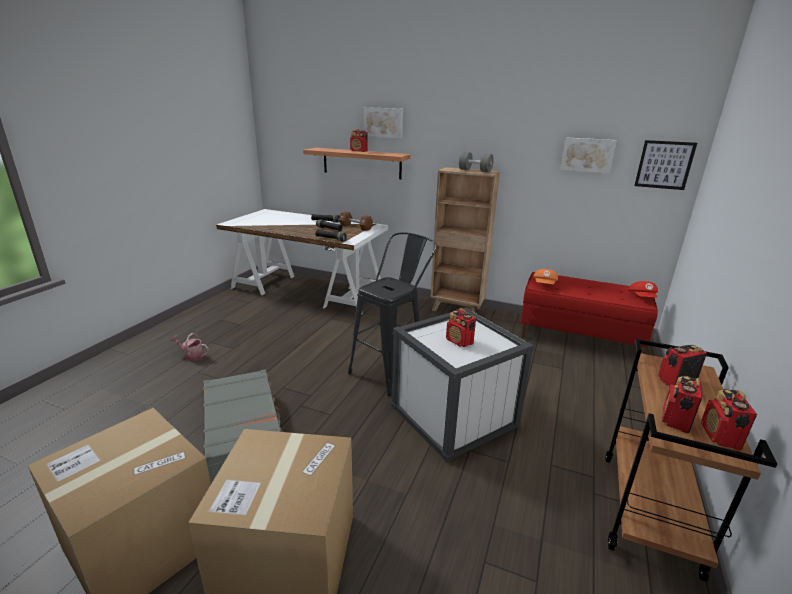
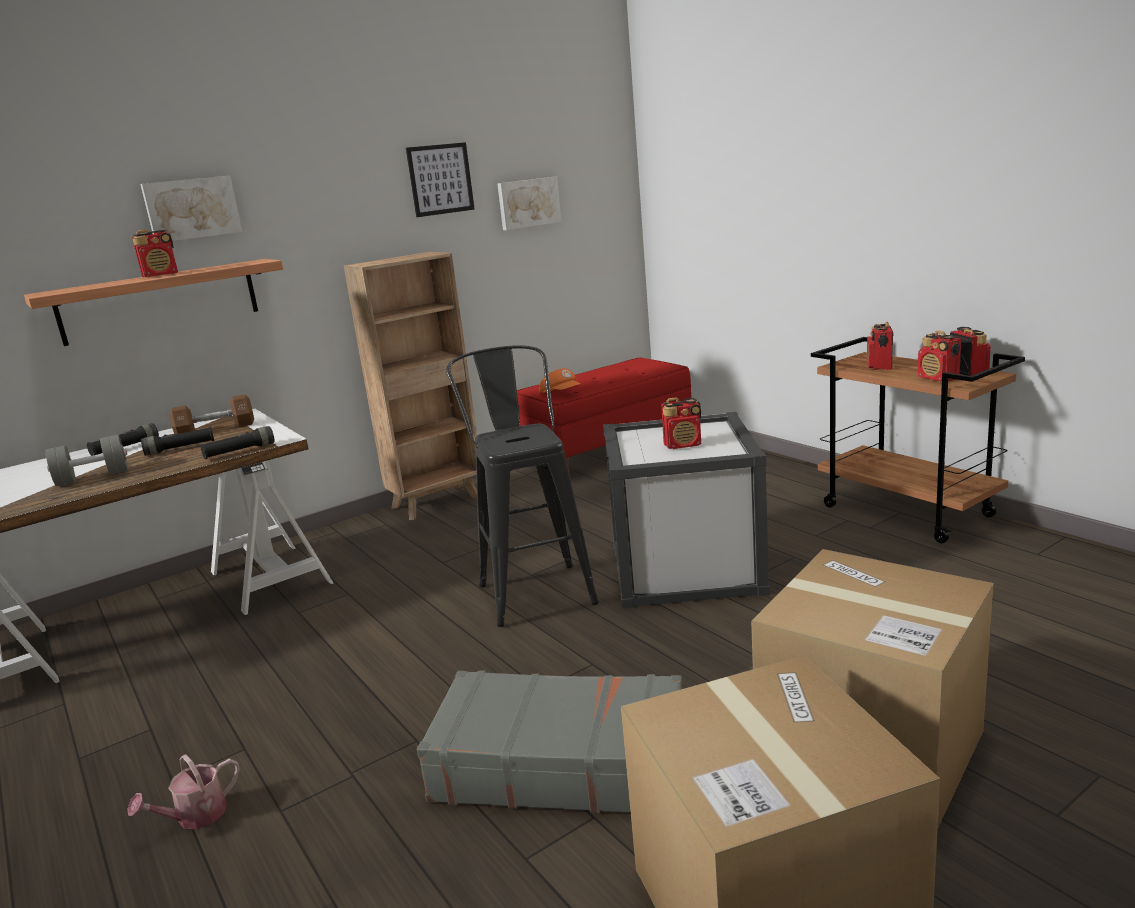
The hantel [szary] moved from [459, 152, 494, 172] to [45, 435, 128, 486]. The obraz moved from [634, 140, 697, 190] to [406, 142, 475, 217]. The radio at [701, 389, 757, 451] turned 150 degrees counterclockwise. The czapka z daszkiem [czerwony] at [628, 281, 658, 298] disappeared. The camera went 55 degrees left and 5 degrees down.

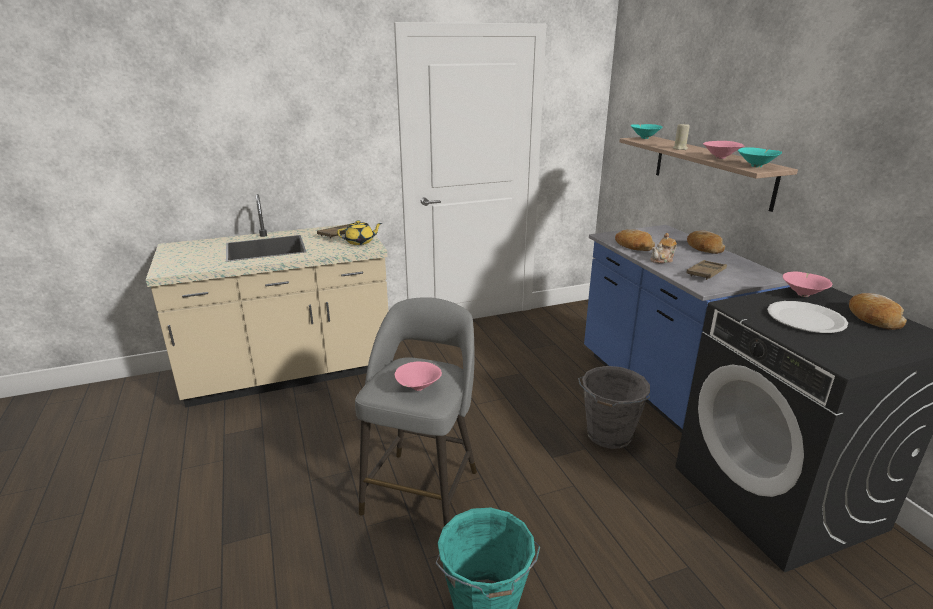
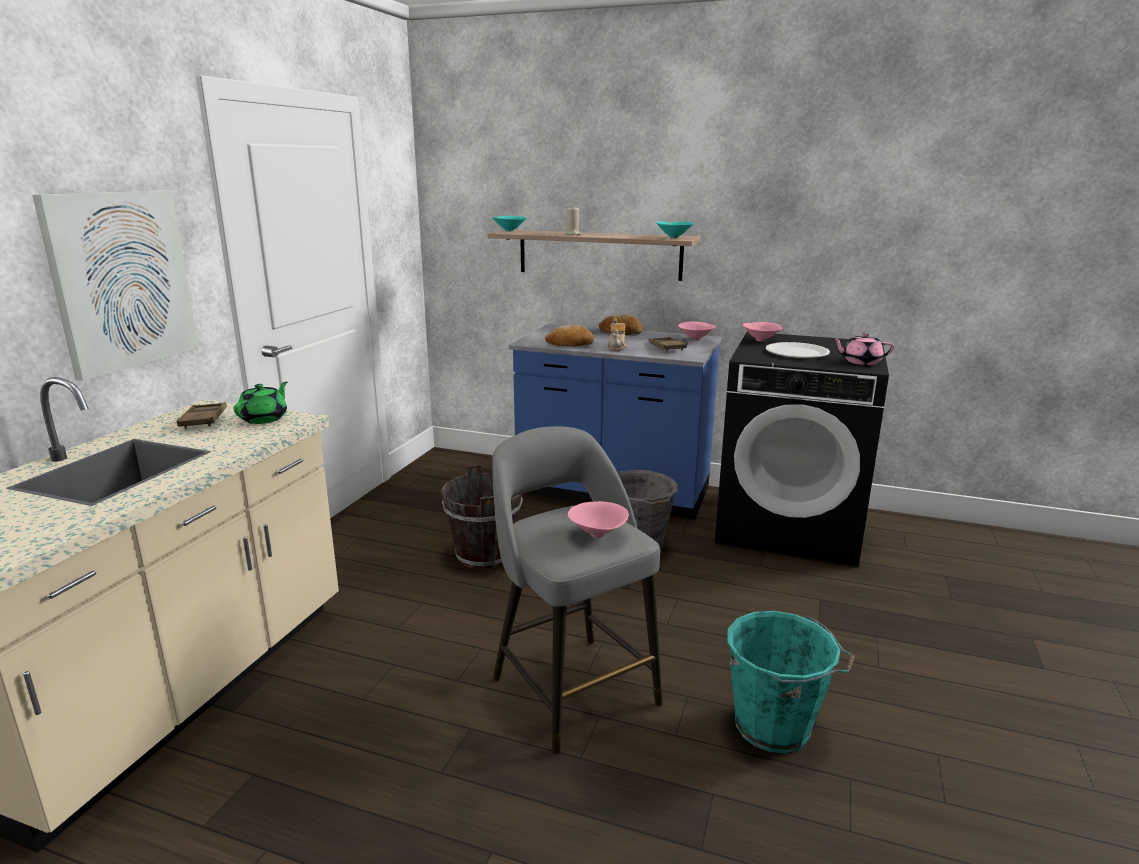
The obraz at [32, 190, 199, 381] appeared. The imbryk [żółty] at [337, 220, 382, 245] became the imbryk [zielony] at [233, 382, 287, 424]. The wiadro [brązowy] at [441, 464, 523, 569] appeared. The miska [różowy] moved from [703, 141, 745, 159] to [678, 322, 716, 341]. The imbryk [różowy] at [832, 333, 894, 365] appeared. The chleb at [849, 293, 907, 330] disappeared. The camera went 50 degrees left and 5 degrees down.

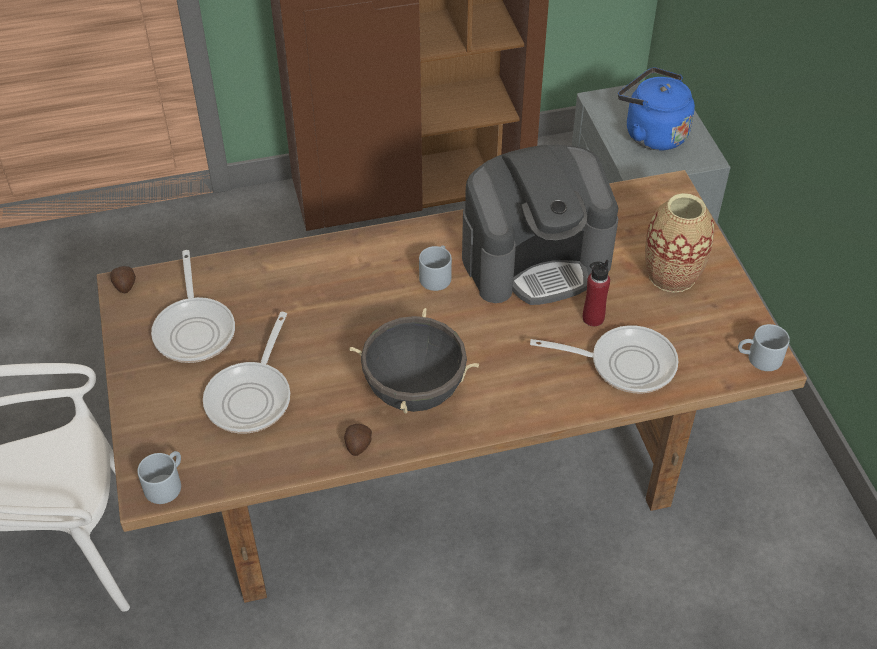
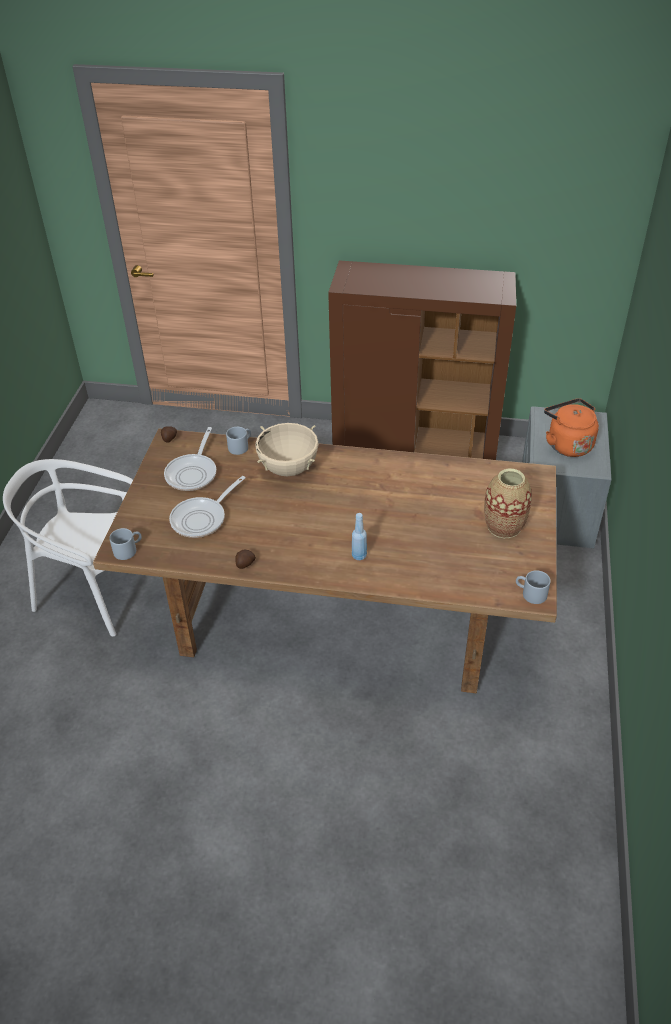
The kubek [szary] moved from [419, 245, 452, 291] to [226, 427, 251, 455]. The garnek [beżowy] at [255, 423, 319, 476] appeared. The butelka [niebieski] at [352, 513, 367, 560] appeared. The czajnik [niebieski] at [618, 67, 695, 151] became the czajnik [pomarańczowy] at [544, 398, 599, 457]. The garnek [czarny] at [349, 308, 479, 414] disappeared. The ekspres do kawy at [462, 145, 618, 305] disappeared. The patelnia at [530, 325, 679, 393] disappeared. The butelka [czerwony] at [583, 260, 610, 326] disappeared. The camera went 25 degrees right and 5 degrees down.

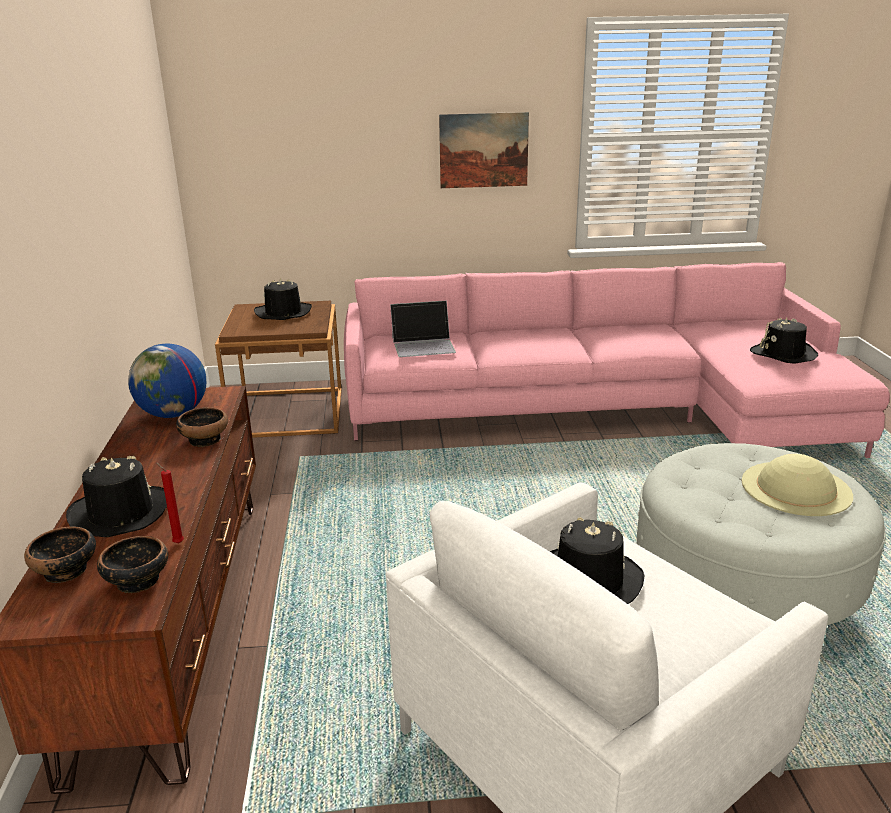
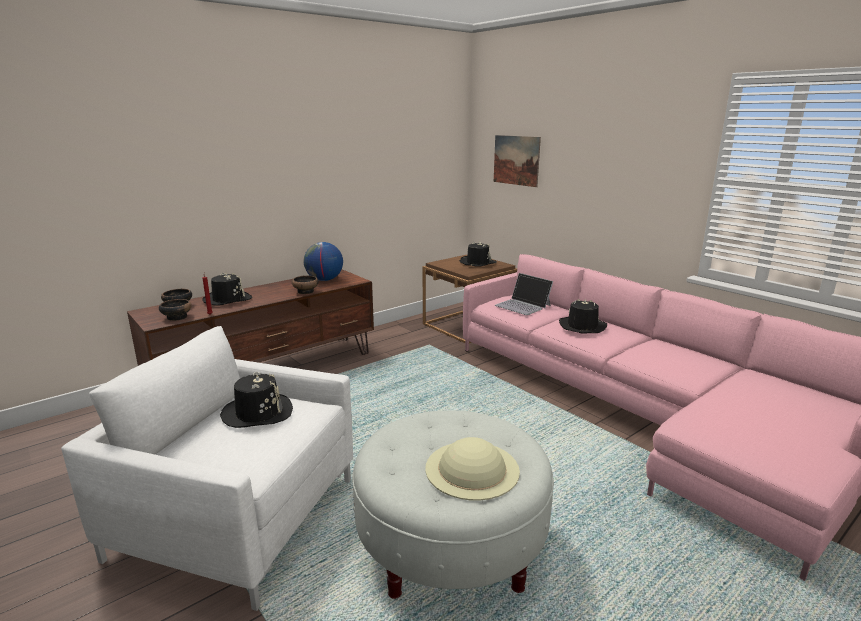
The obraz moved from [439, 112, 529, 188] to [494, 135, 541, 187]. The kapelusz [czarny] moved from [750, 318, 818, 364] to [559, 299, 607, 334]. The camera went 55 degrees right and 5 degrees down.

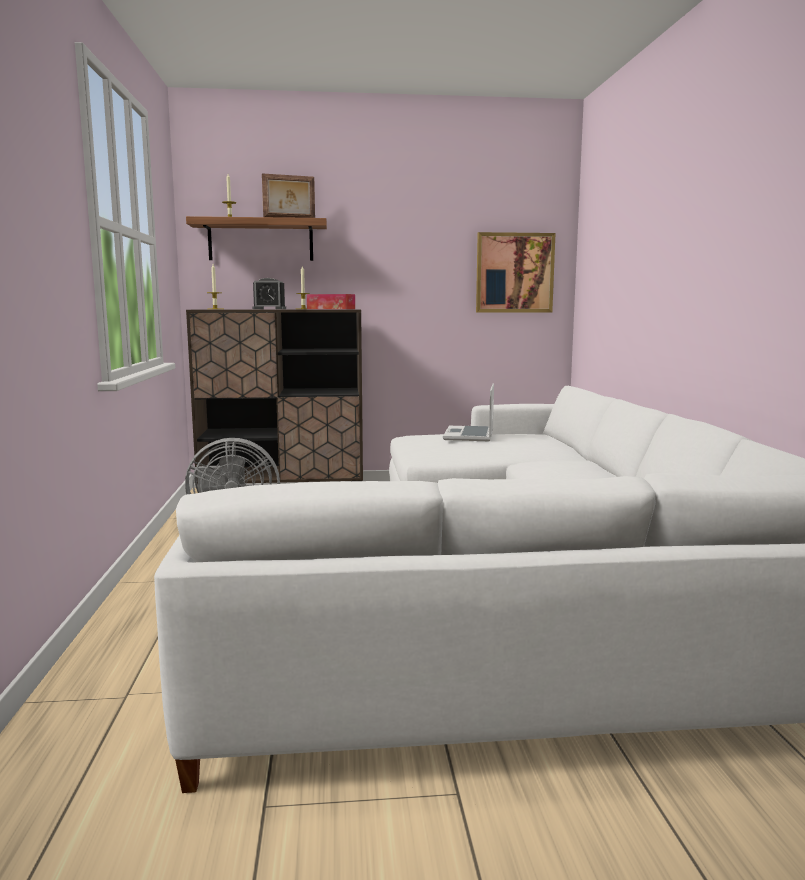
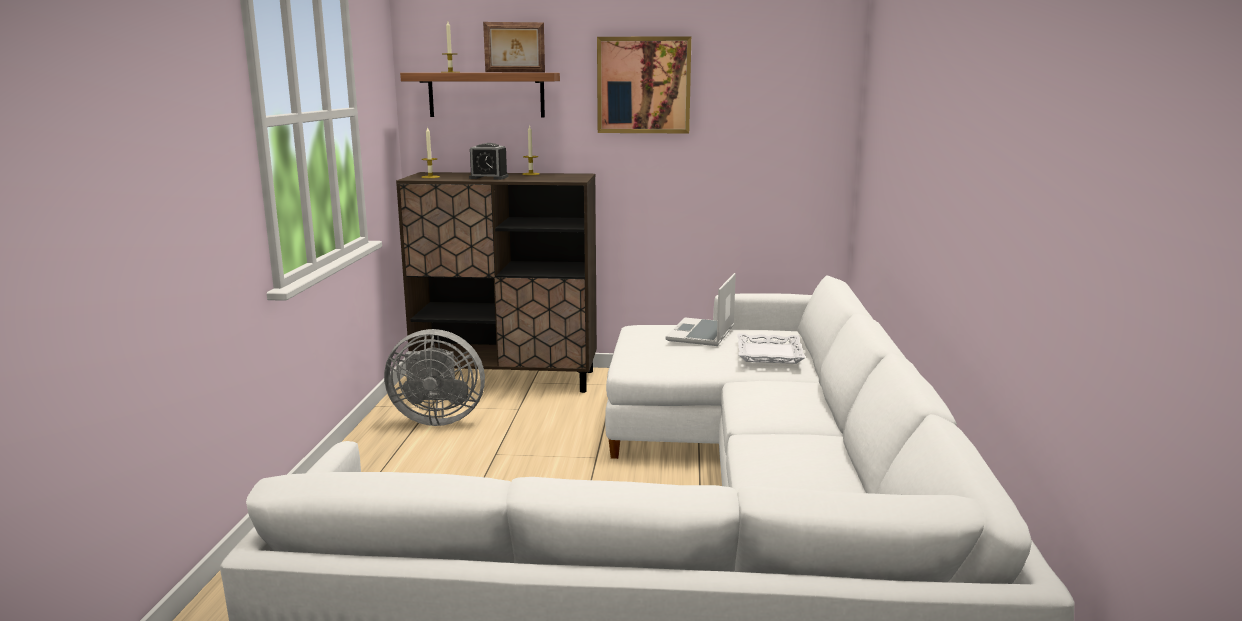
The obraz moved from [476, 232, 555, 312] to [597, 36, 691, 133]. The taca [biały] at [737, 333, 806, 364] appeared. The pudełko chusteczek at [307, 294, 355, 309] disappeared. The camera went 10 degrees right and 5 degrees up.

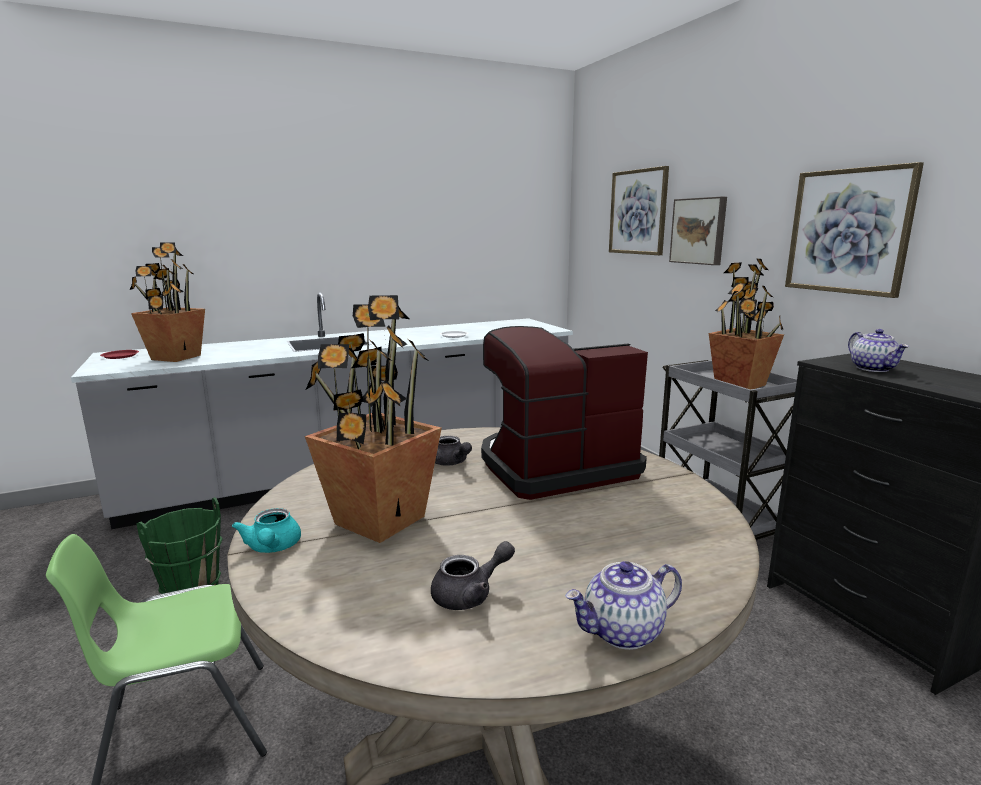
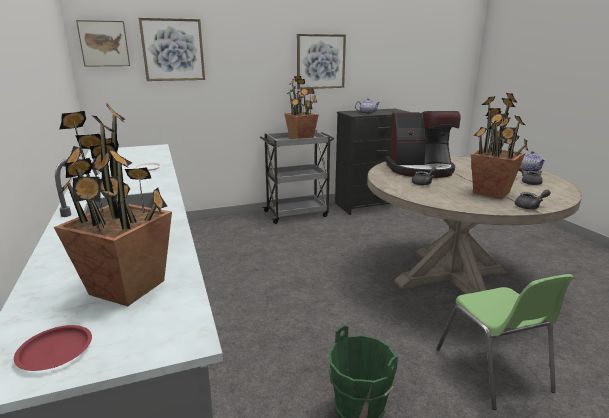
The obraz moved from [669, 197, 727, 265] to [76, 20, 130, 67]. The ekspres do kawy at [481, 326, 648, 500] turned 75 degrees counterclockwise. The imbryk [turkusowy] at [232, 508, 301, 553] became the imbryk [szary] at [515, 189, 551, 209]. The camera went 85 degrees left and 5 degrees up.

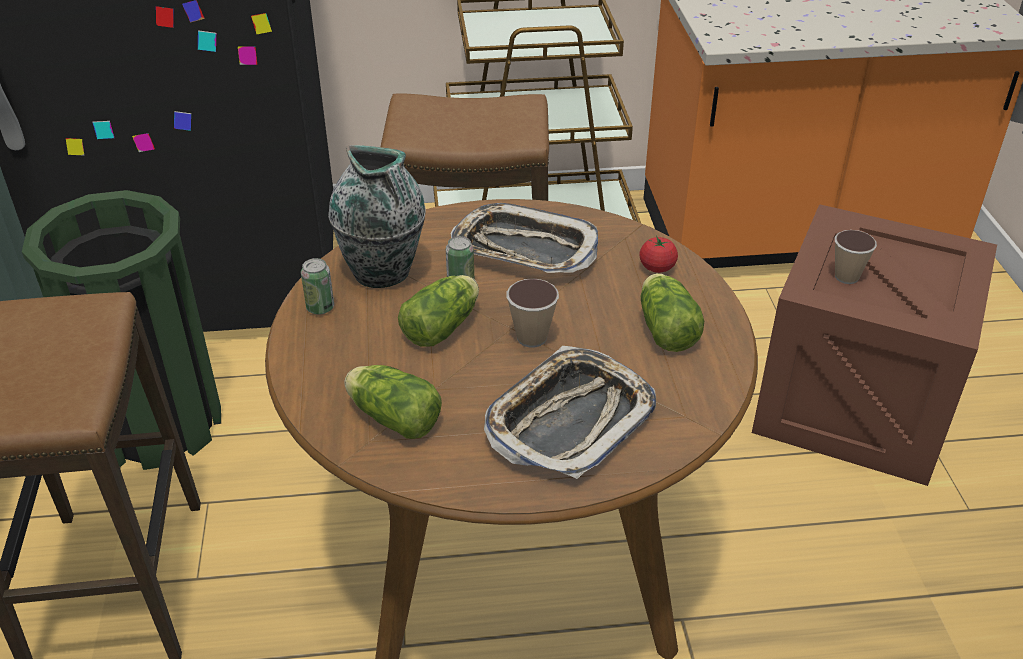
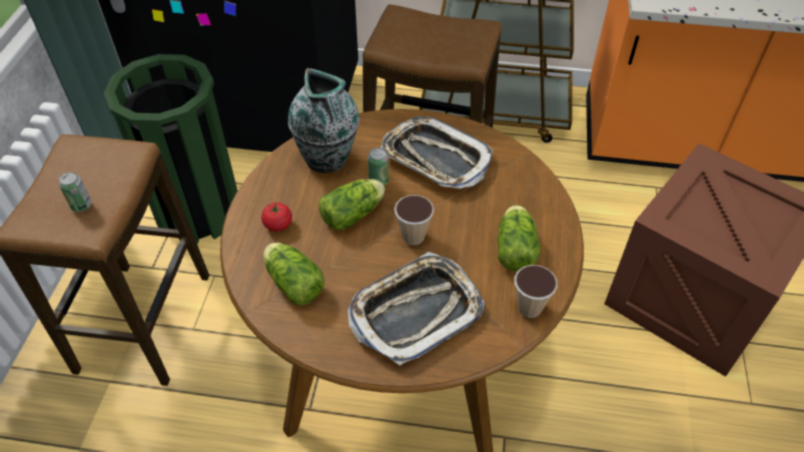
The puszka moved from [301, 258, 334, 315] to [59, 172, 92, 212]. The pomidor moved from [639, 236, 678, 273] to [261, 202, 292, 232]. The filiżanka moved from [835, 230, 877, 284] to [514, 265, 557, 318]. The camera went 15 degrees right and 10 degrees up.

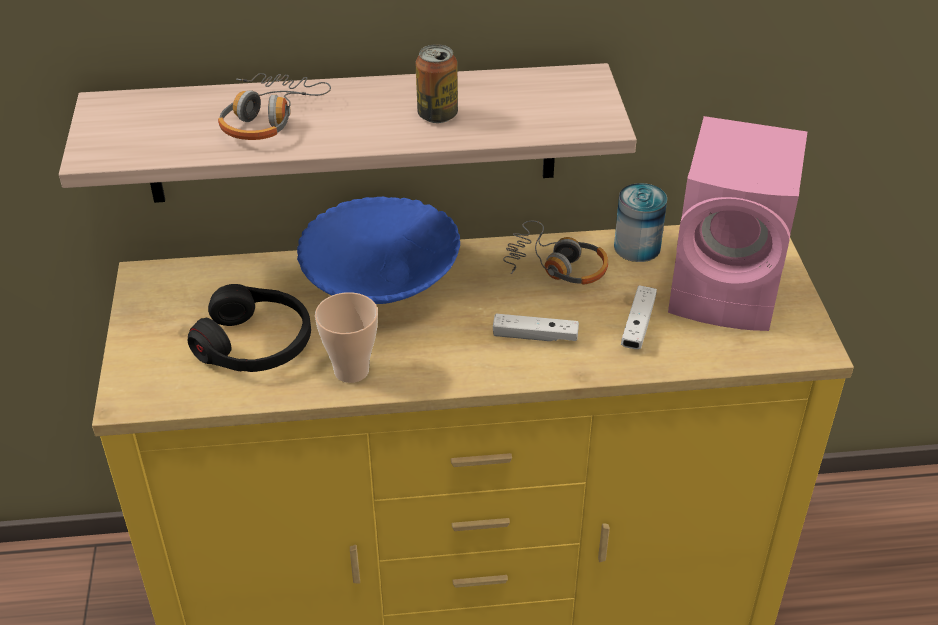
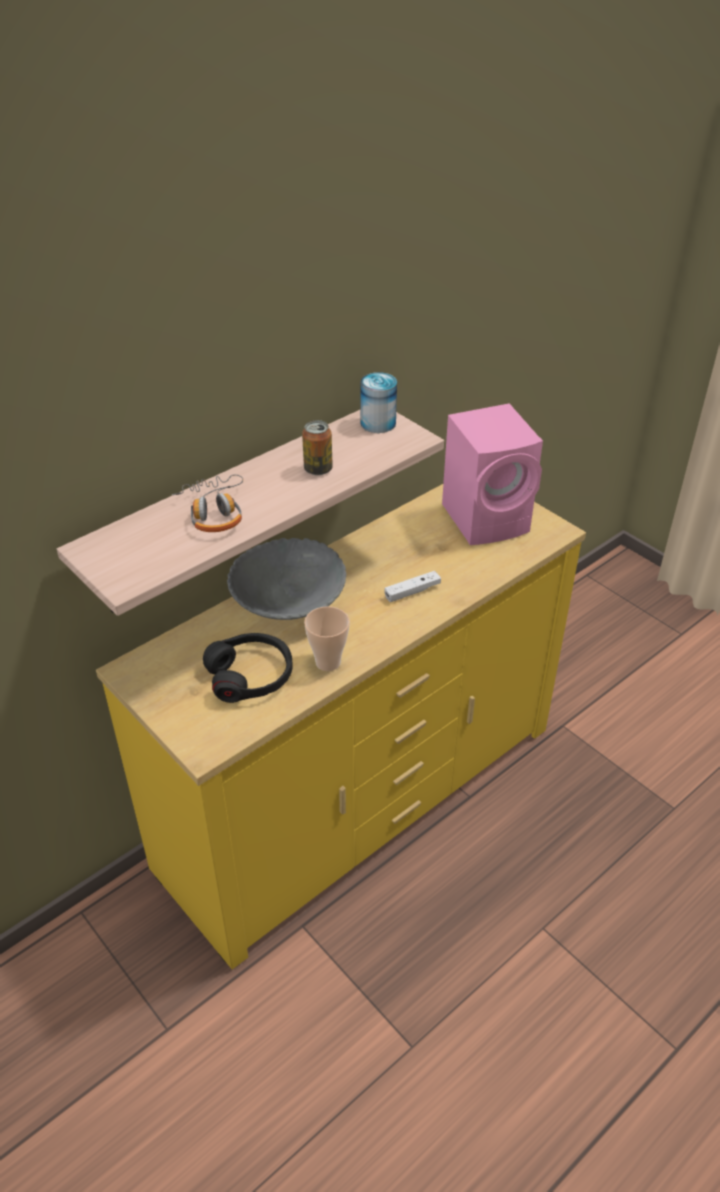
The miska [niebieski] at [297, 197, 460, 304] became the miska [szary] at [227, 538, 346, 620]. The puszka moved from [614, 183, 667, 262] to [361, 372, 397, 433]. The słuchawki at [503, 221, 608, 285] disappeared. The pad do gier [biały] at [621, 286, 657, 349] disappeared. The camera went 35 degrees left and 0 degrees up.

